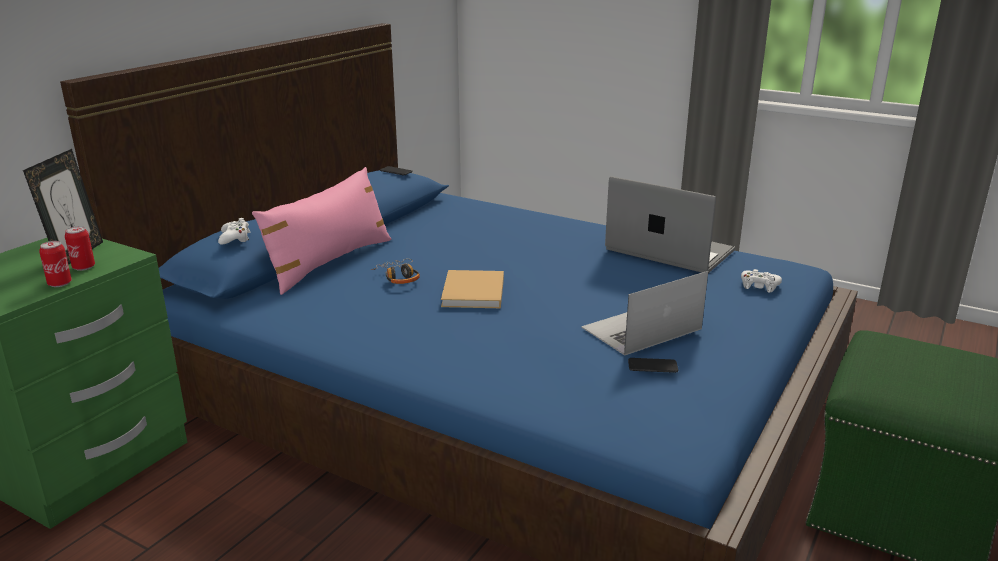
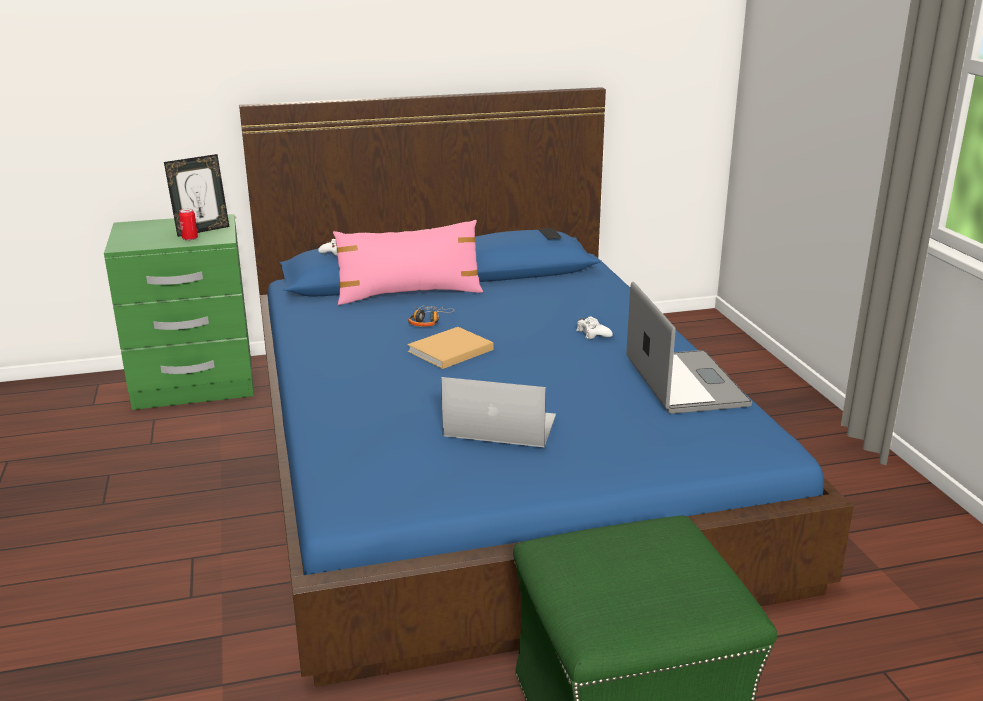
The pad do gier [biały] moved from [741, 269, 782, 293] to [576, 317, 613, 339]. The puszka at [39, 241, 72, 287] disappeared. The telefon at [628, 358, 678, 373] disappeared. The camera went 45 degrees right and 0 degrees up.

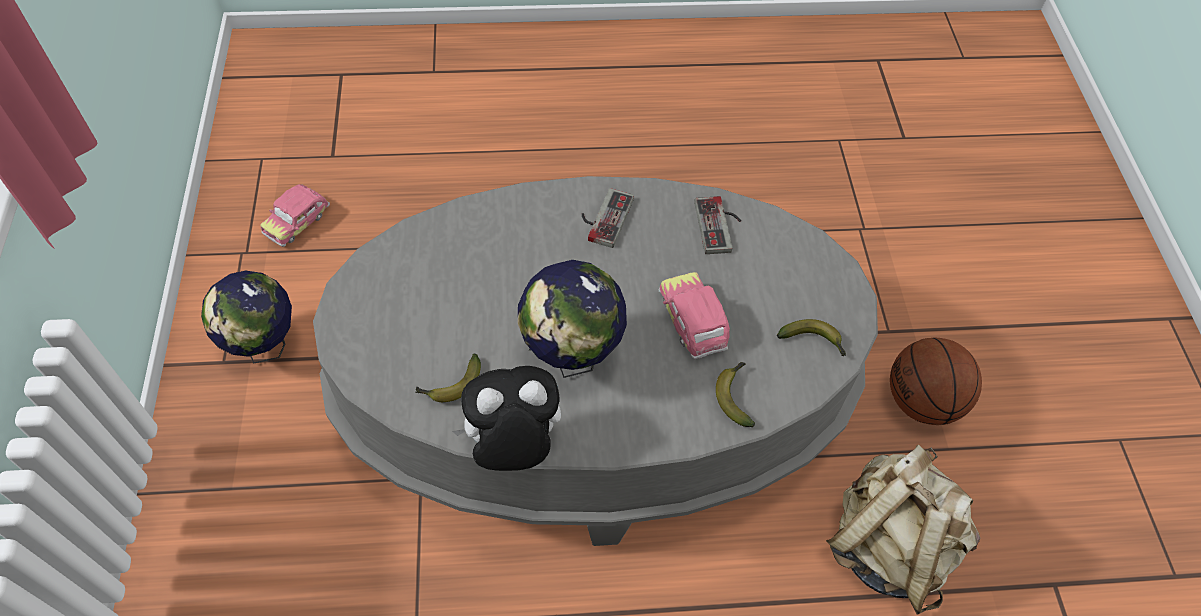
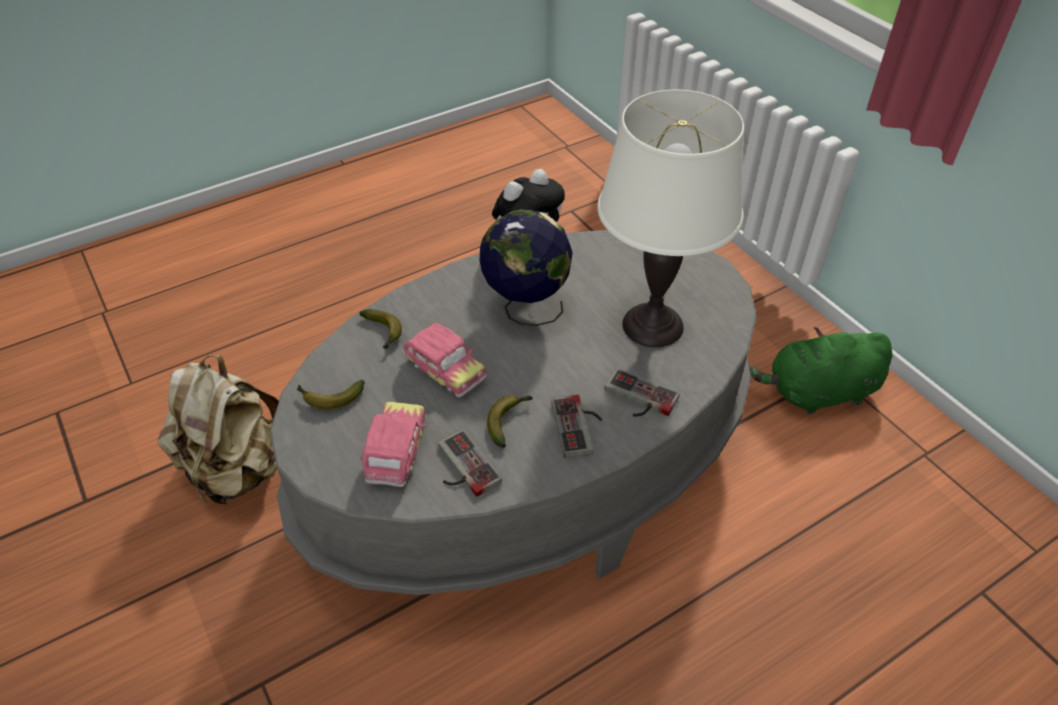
The samochodzik moved from [260, 184, 330, 247] to [362, 402, 427, 487]. The banan moved from [416, 354, 481, 402] to [487, 395, 533, 447]. The lampa stołowa [biały] at [597, 90, 744, 347] appeared. The pad do gier at [605, 368, 680, 416] appeared. The globus at [201, 271, 292, 364] was replaced by the pluszak [zielony] at [749, 327, 893, 414]. The piłka do koszykówki at [890, 338, 982, 425] disappeared. The camera went 155 degrees right and 10 degrees down.

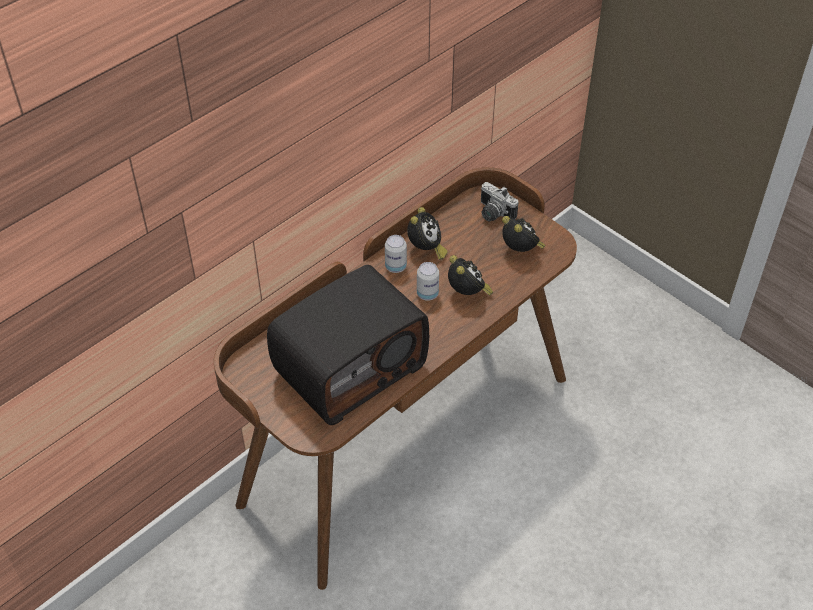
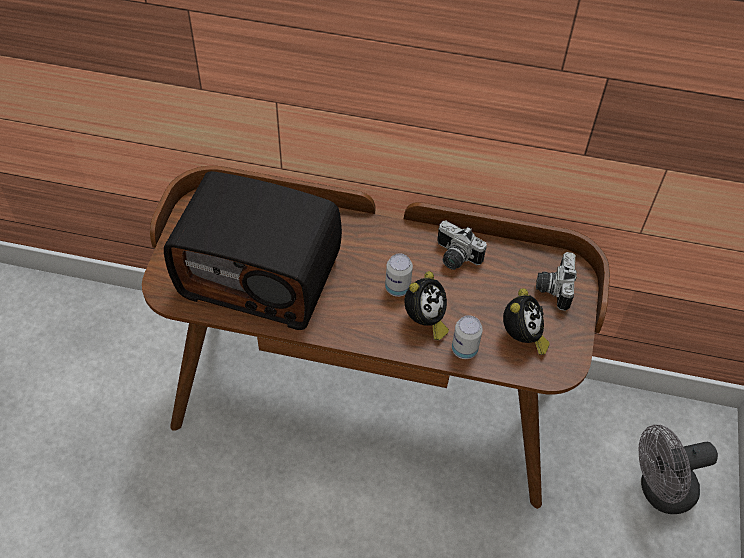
The budzik at [407, 207, 448, 260] was replaced by the aparat fotograficzny at [437, 221, 487, 270]. The puszka moved from [385, 235, 407, 273] to [452, 315, 483, 359]. The wentylator [szary] at [639, 425, 718, 514] appeared. The camera went 55 degrees right and 5 degrees up.

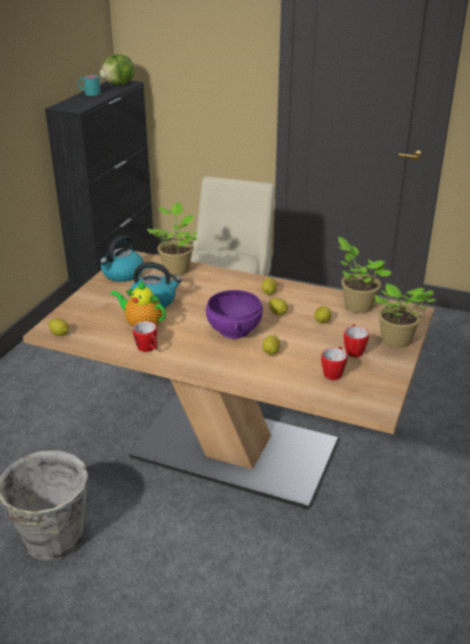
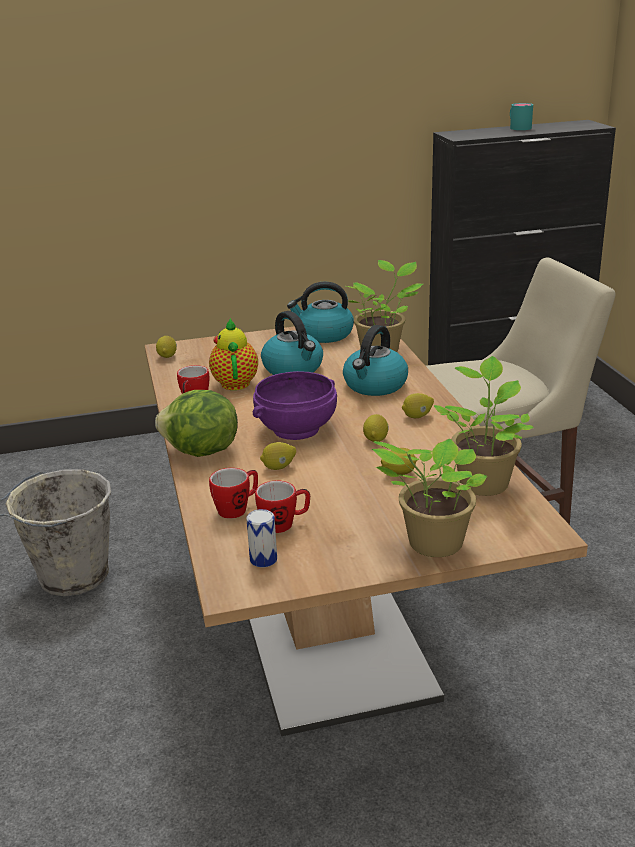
The sałata moved from [100, 54, 135, 85] to [155, 390, 238, 457]. The kubek moved from [344, 324, 369, 357] to [209, 468, 258, 519]. The puszka at [246, 509, 277, 567] appeared. The czajnik at [343, 325, 408, 396] appeared. The camera went 55 degrees right and 5 degrees down.

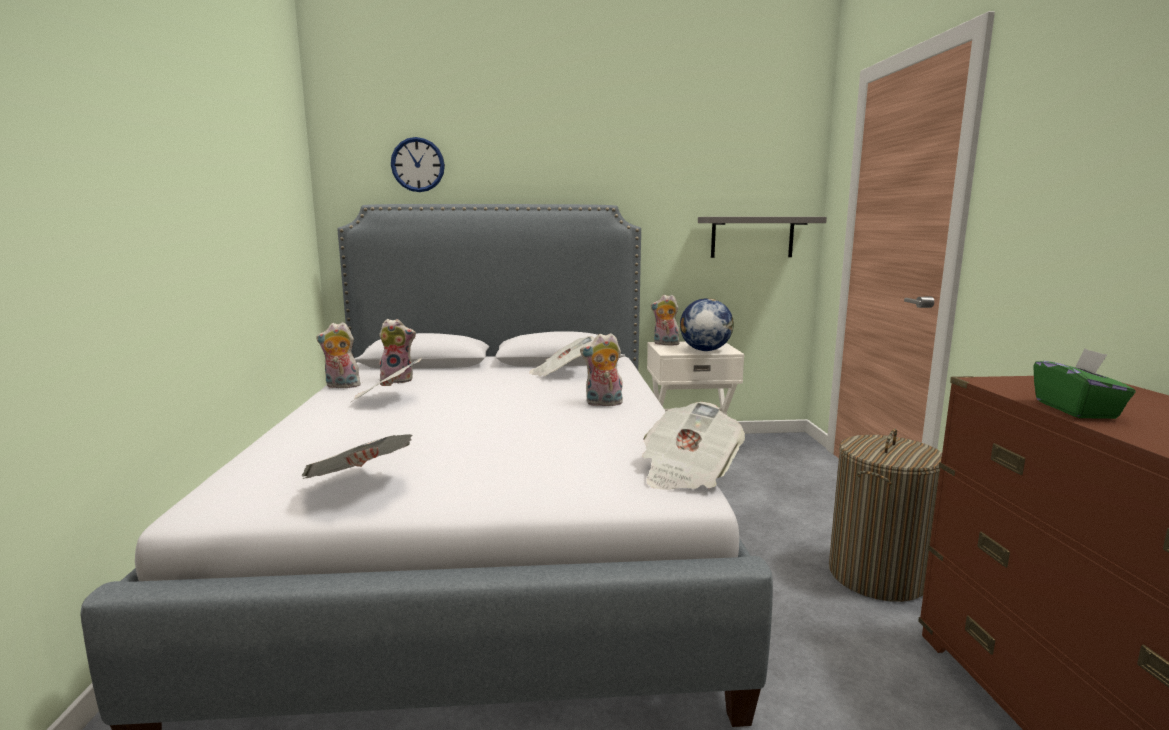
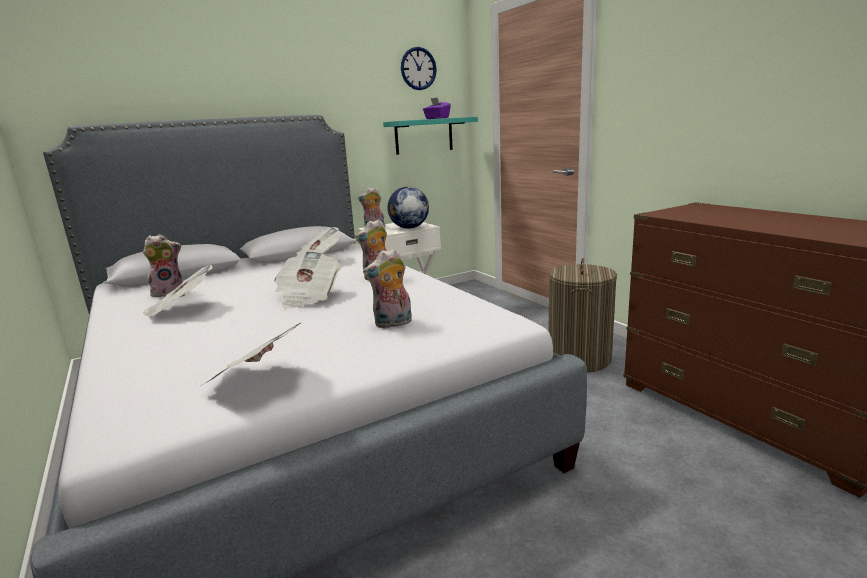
The gazeta moved from [642, 402, 745, 490] to [274, 250, 341, 308]. The pluszak moved from [316, 322, 361, 388] to [363, 248, 412, 328]. The półka [szary] at [698, 217, 827, 258] became the półka [turkusowy] at [383, 117, 478, 155]. The zegar ścienny moved from [391, 137, 445, 192] to [401, 47, 437, 90]. The pudełko chusteczek [fioletowy] at [423, 97, 451, 119] appeared. The pudełko chusteczek [zielony] at [1033, 348, 1136, 419] disappeared. The camera went 25 degrees left and 5 degrees up.

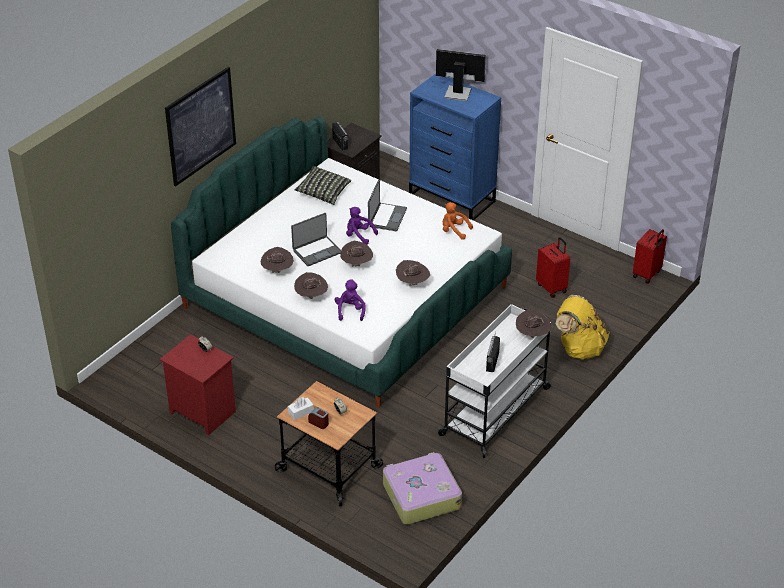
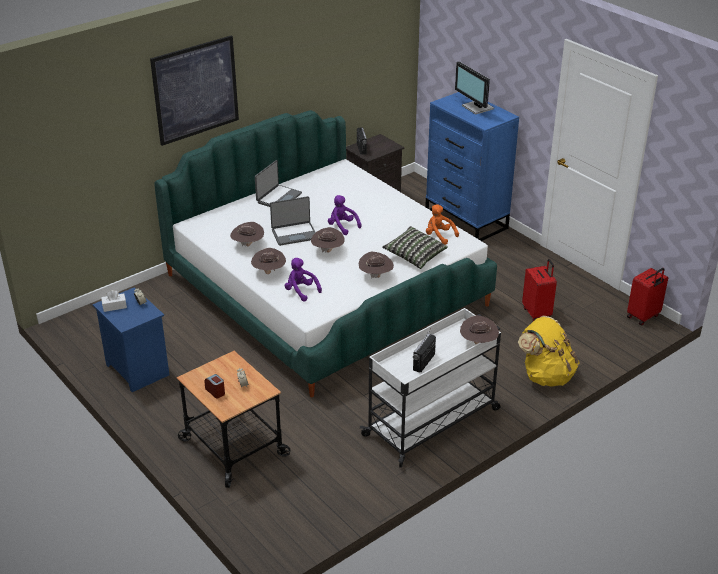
The szafka nocna [czerwony] at [160, 334, 236, 435] became the szafka nocna [niebieski] at [93, 287, 169, 392]. The pudełko chusteczek [biały] moved from [288, 397, 314, 420] to [101, 290, 127, 312]. The laptop moved from [368, 180, 407, 231] to [255, 160, 302, 207]. The pluszak [fioletowy] at [335, 280, 366, 321] turned 60 degrees counterclockwise. The poduszka moved from [295, 166, 351, 205] to [382, 226, 448, 269]. The monitor at [436, 49, 486, 101] turned 150 degrees counterclockwise. The walizka at [383, 452, 462, 524] disappeared. The camera went 15 degrees right and 5 degrees down.

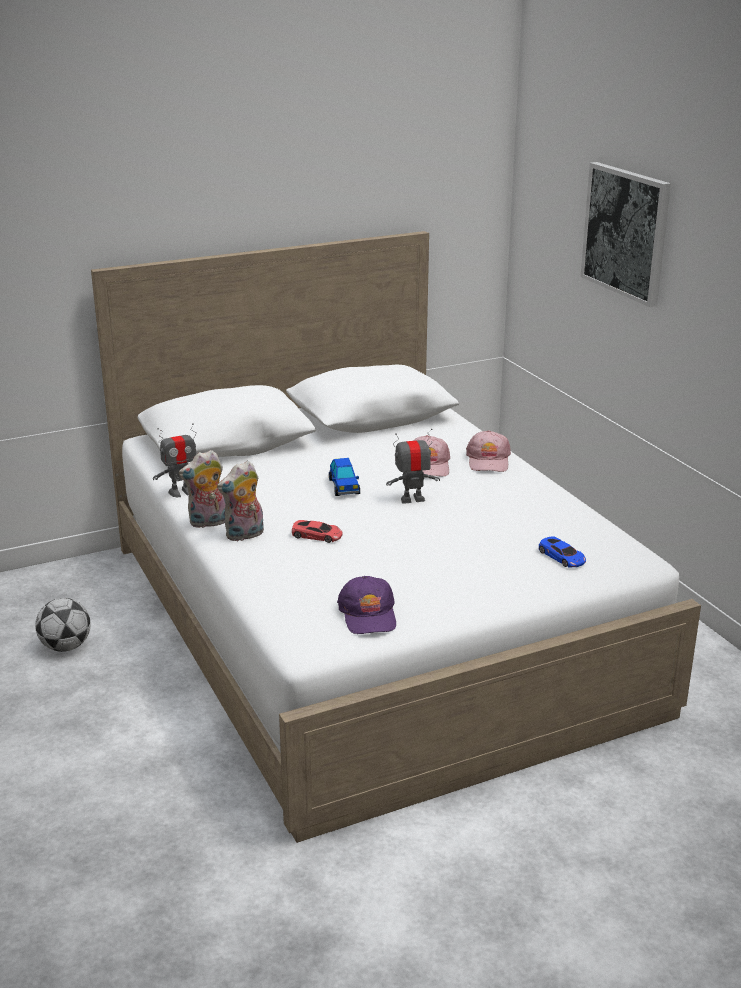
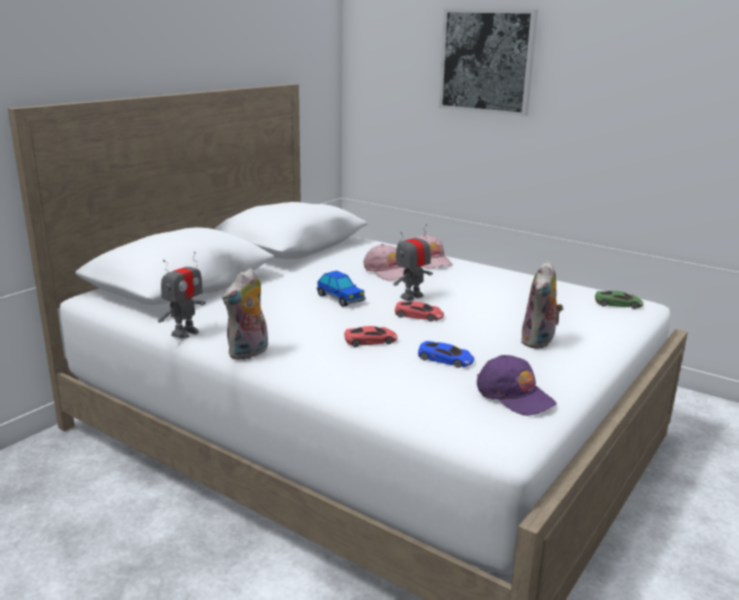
The samochodzik [czerwony] at [395, 301, 444, 321] appeared. The samochodzik [niebieski] moved from [538, 537, 586, 568] to [418, 341, 474, 368]. The pluszak moved from [217, 461, 264, 541] to [521, 261, 563, 349]. The samochodzik [zielony] at [595, 291, 643, 309] appeared. The piłka futbolowa at [35, 598, 91, 652] disappeared. The camera went 30 degrees left and 5 degrees down.

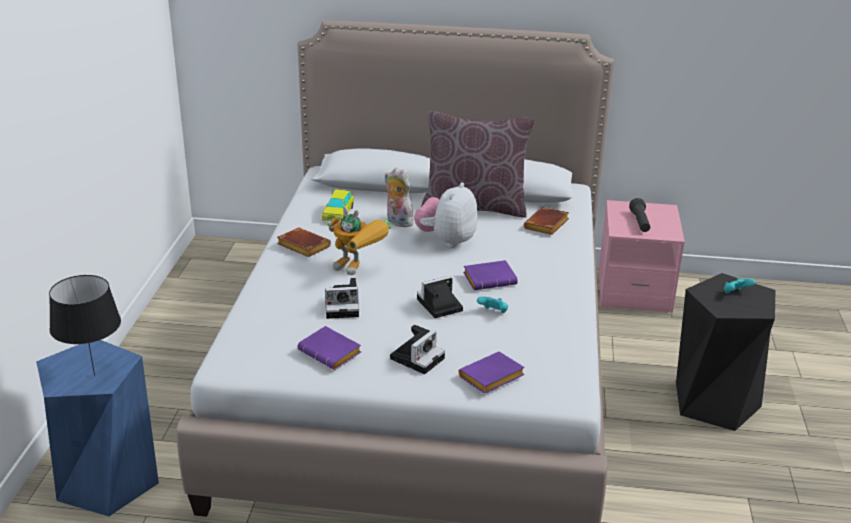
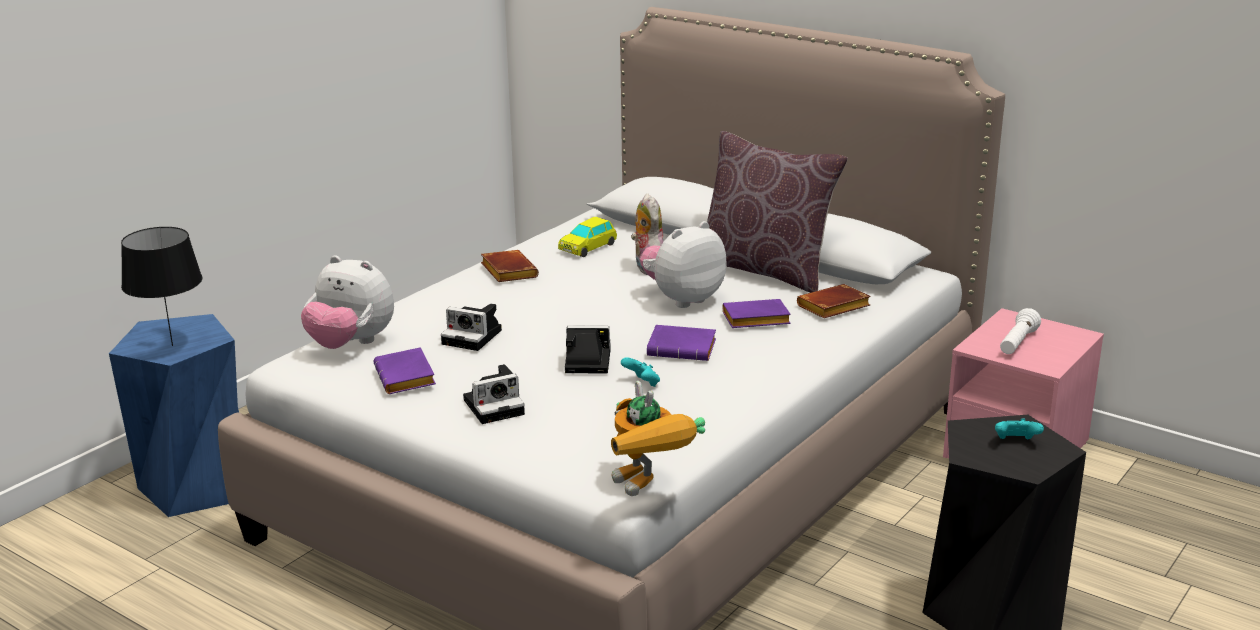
The pluszak at [301, 255, 394, 349] appeared. The robot zabawkowy moved from [327, 206, 391, 275] to [611, 381, 705, 496]. The książka [fioletowy] moved from [459, 352, 525, 394] to [723, 299, 791, 328]. The latarka [czarny] at [629, 198, 650, 232] became the latarka [biały] at [1000, 308, 1041, 354]. The camera went 30 degrees right and 5 degrees down.

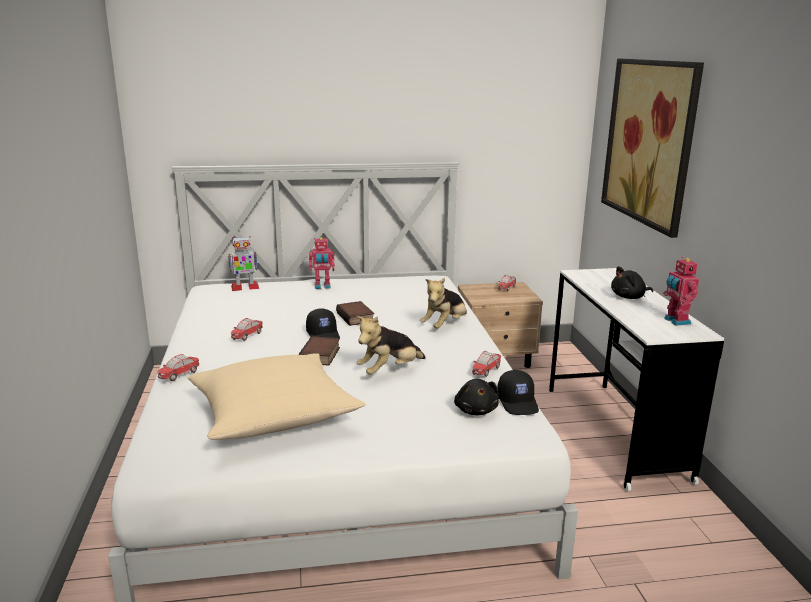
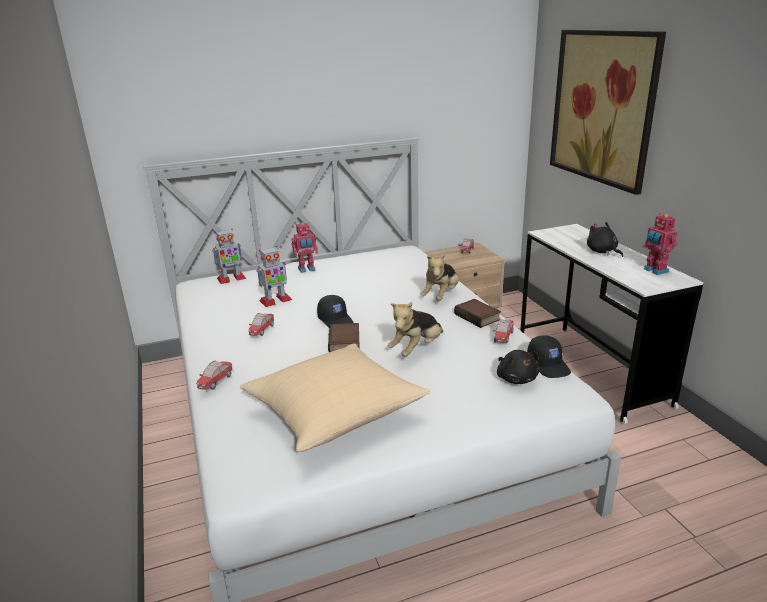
The robot zabawkowy at [256, 246, 292, 307] appeared. The książka moved from [336, 301, 374, 326] to [454, 299, 501, 328]. The pluszak [czarny] at [611, 266, 653, 299] turned 90 degrees clockwise. The camera went 10 degrees left and 5 degrees up.

